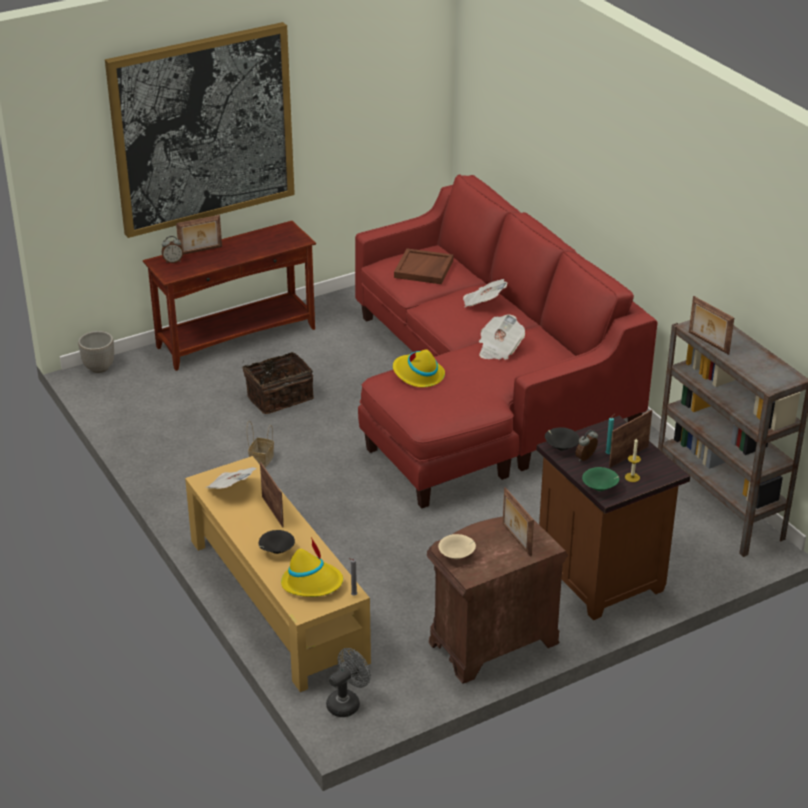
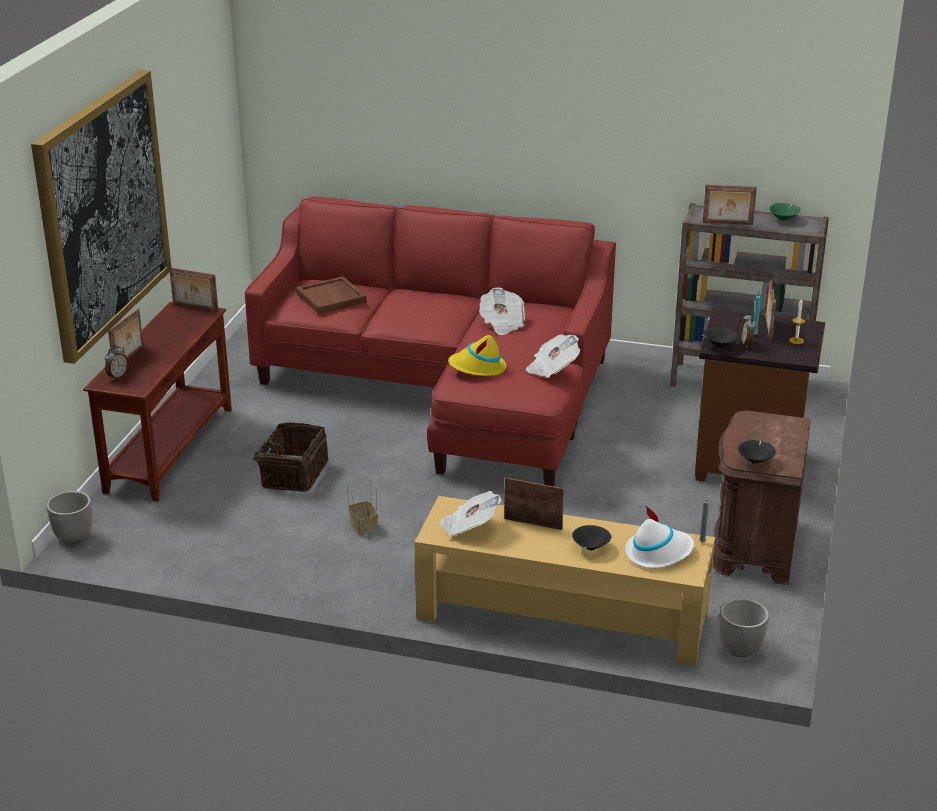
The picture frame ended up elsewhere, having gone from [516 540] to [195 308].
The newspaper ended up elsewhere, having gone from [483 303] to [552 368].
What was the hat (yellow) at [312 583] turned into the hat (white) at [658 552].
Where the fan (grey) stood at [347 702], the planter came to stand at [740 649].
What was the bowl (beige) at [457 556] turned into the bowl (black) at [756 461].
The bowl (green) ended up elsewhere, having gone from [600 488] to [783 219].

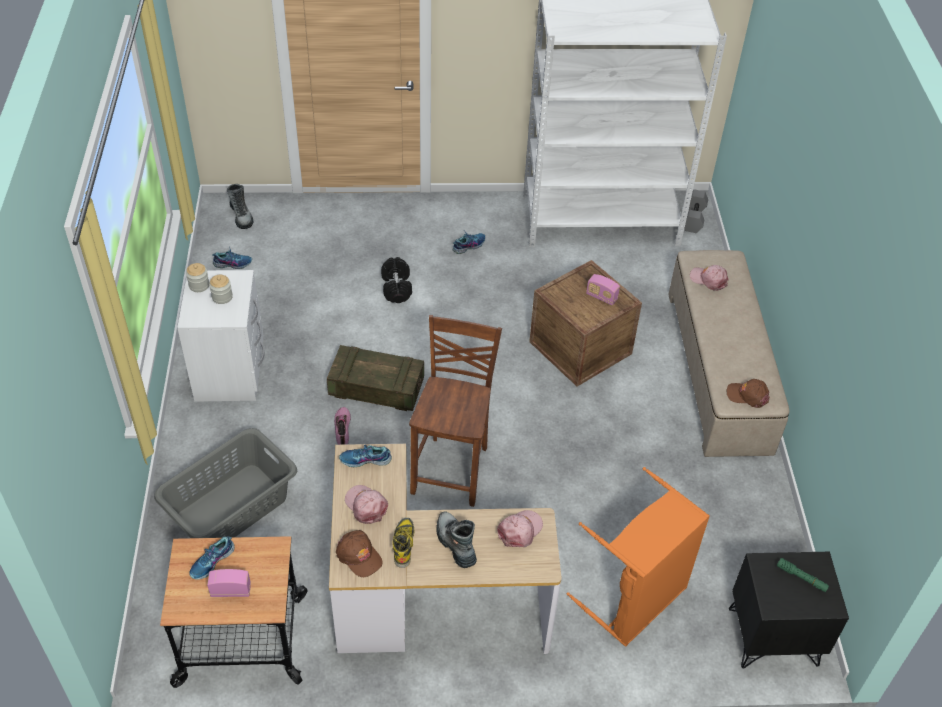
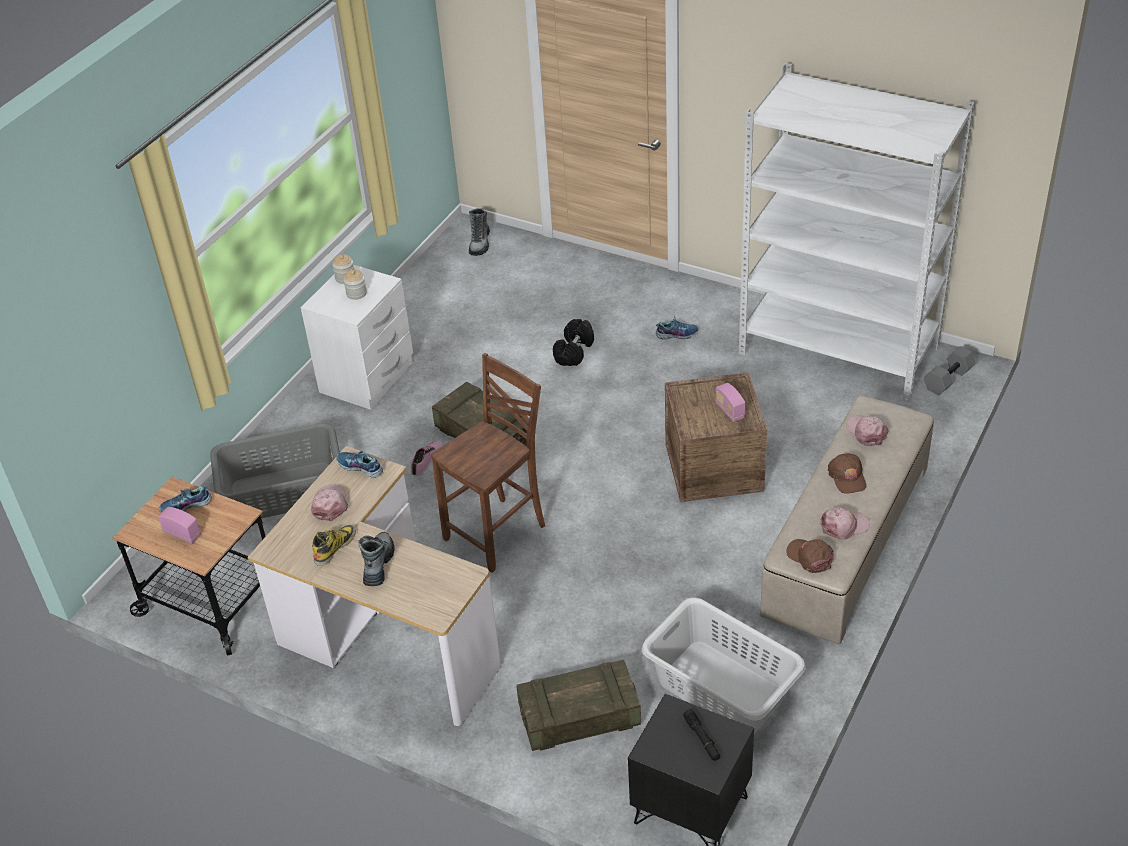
Where the laundry basket (orange) stood at [636 600], the crate came to stand at [579 717].
The second view gained the laundry basket (grey) at [722 689].
What was the flashlight (green) at [801 578] turned into the flashlight (black) at [702 738].
The cap (pink) ended up elsewhere, having gone from [520 530] to [844 526].
The cap (brown) ended up elsewhere, having gone from [359 556] to [847 477].
The second view lost the shoe at [232 263].

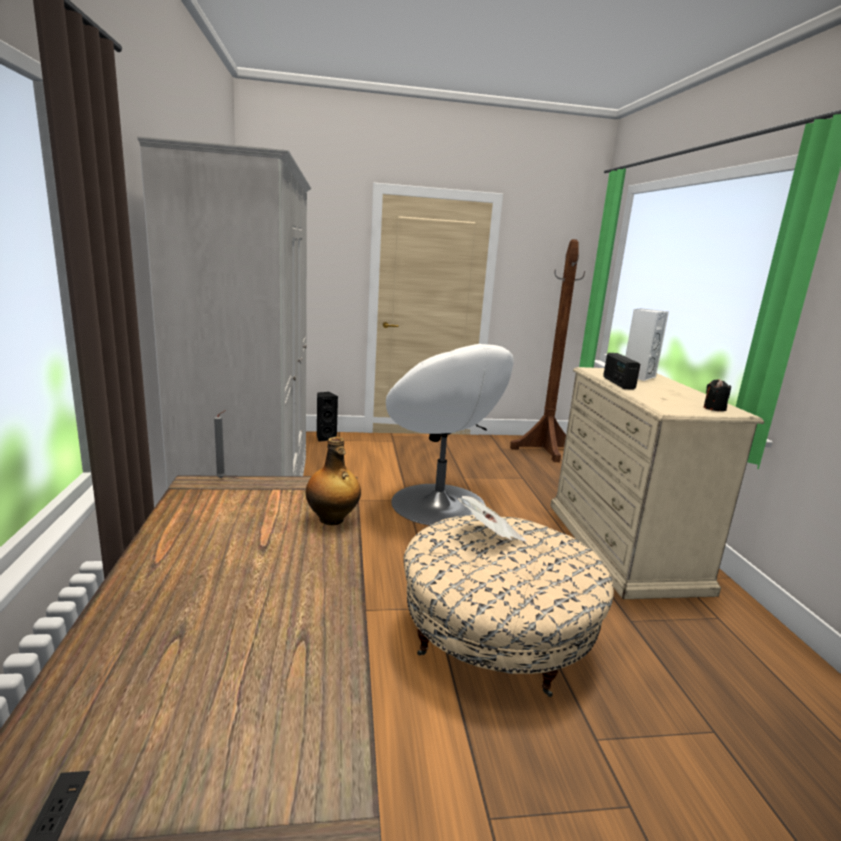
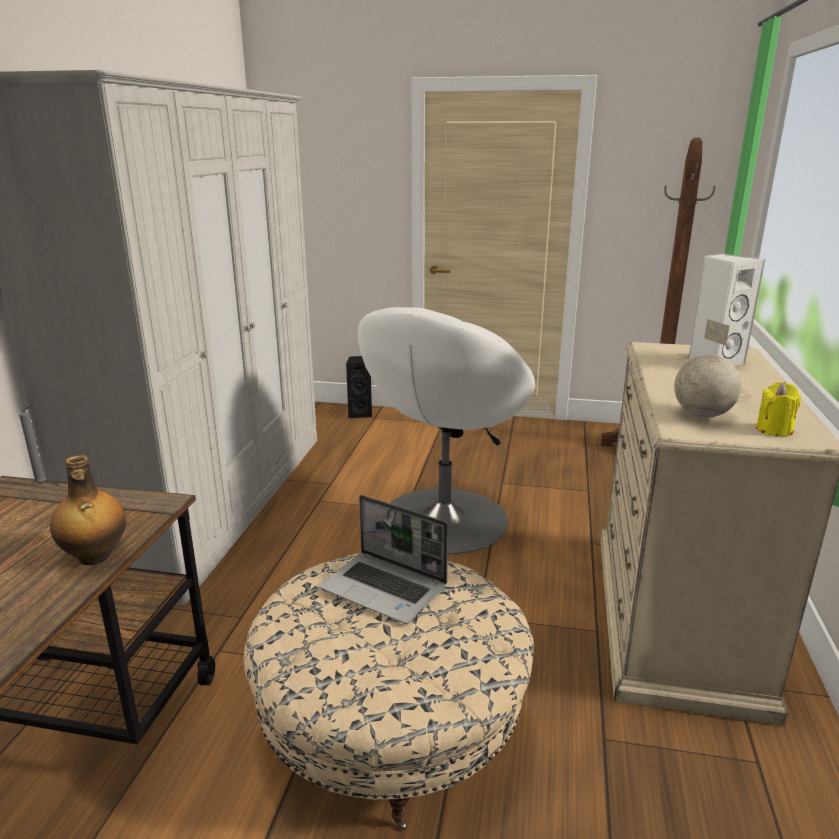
Where the newspaper stood at [490 535], the laptop came to stand at [385 588].
The armchair (white) at [439 504] ended up facing another way, 45 degrees clockwise from before.
The second view gained the globe at [702 415].
What was the candle (black) at [714 408] turned into the candle (yellow) at [774 430].
The second view lost the radio at [618 383].

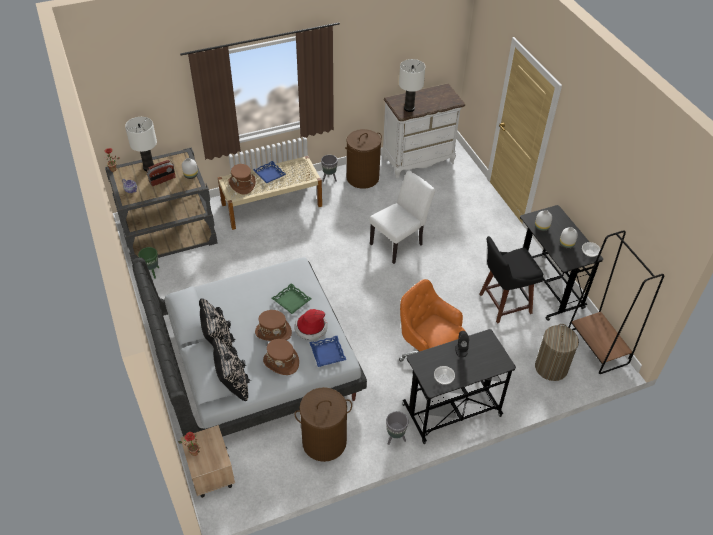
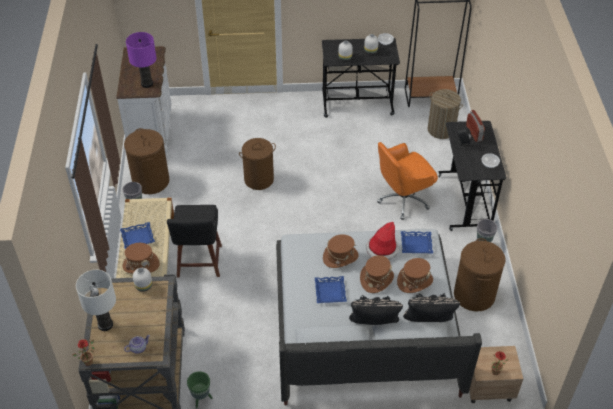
What was the table lamp (white) at [409 108] turned into the table lamp (purple) at [147 84].
The stool (black) ended up elsewhere, having gone from [502 304] to [199 263].
Where the chair (white) stood at [399 243], the laundry basket (brown) came to stand at [259 179].
The second view gained the tray (blue) at [330 292].
Where the tray (green) stood at [291 301], the hat (brown) came to stand at [340 257].
The radio ended up elsewhere, having gone from [162 180] to [474 133].

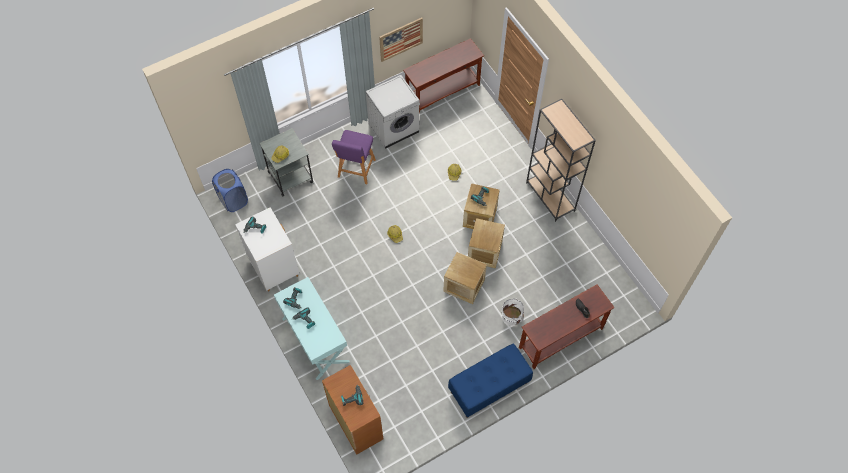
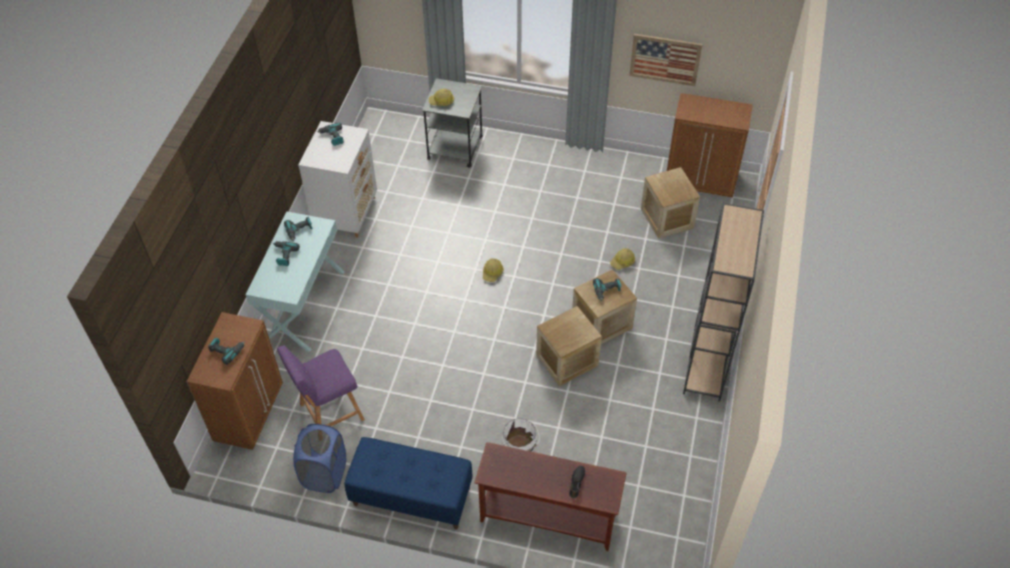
The stool (purple) ended up elsewhere, having gone from [356 170] to [328 413].
The laundry basket (blue) ended up elsewhere, having gone from [233 200] to [324 474].
The crate ended up elsewhere, having gone from [464 285] to [667 218].
Where the console table (brown) stood at [443 92], the cabinet (brown) came to stand at [701 178].
The second view lost the washing machine (white) at [394 129].

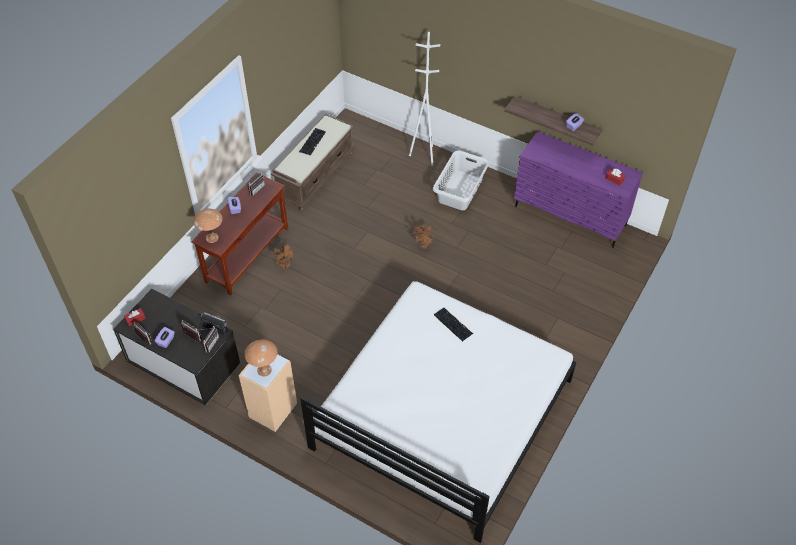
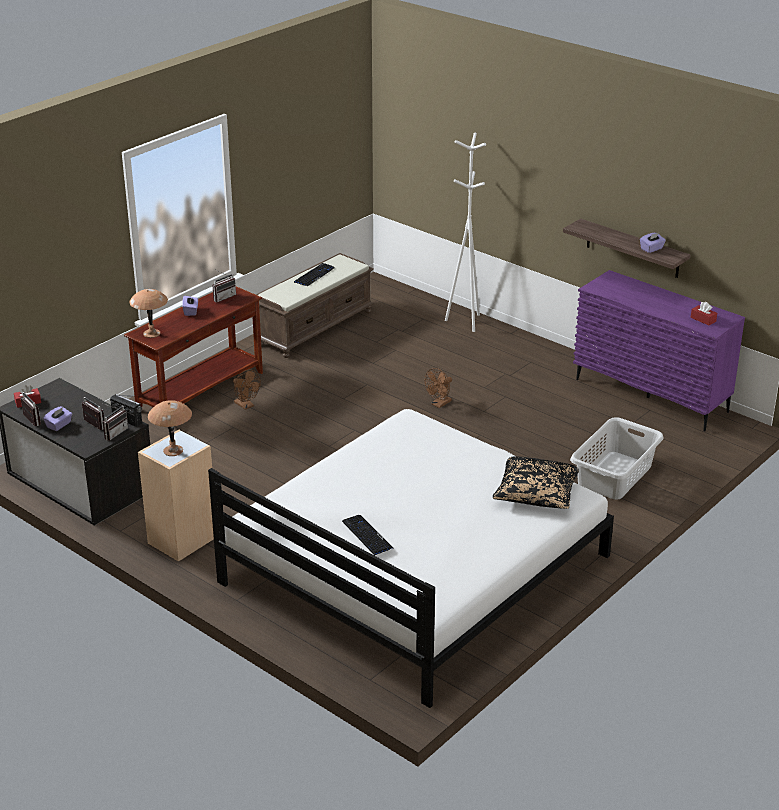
The keyboard ended up elsewhere, having gone from [453 324] to [367 535].
The second view gained the pillow (black) at [535 492].
The laundry basket (grey) ended up elsewhere, having gone from [460 190] to [615 475].

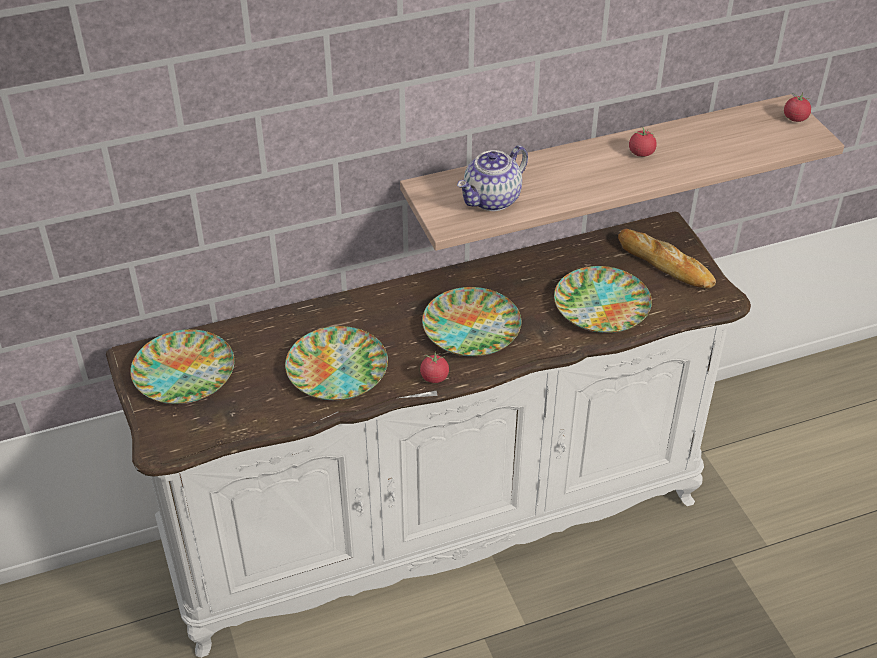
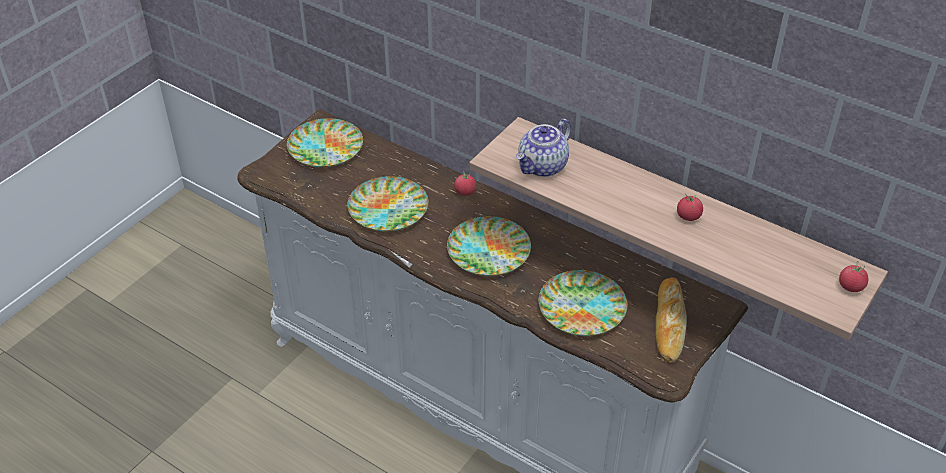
The tomato ended up elsewhere, having gone from [434 377] to [465 192].
The teapot at [492 200] ended up facing another way, 60 degrees counterclockwise from before.

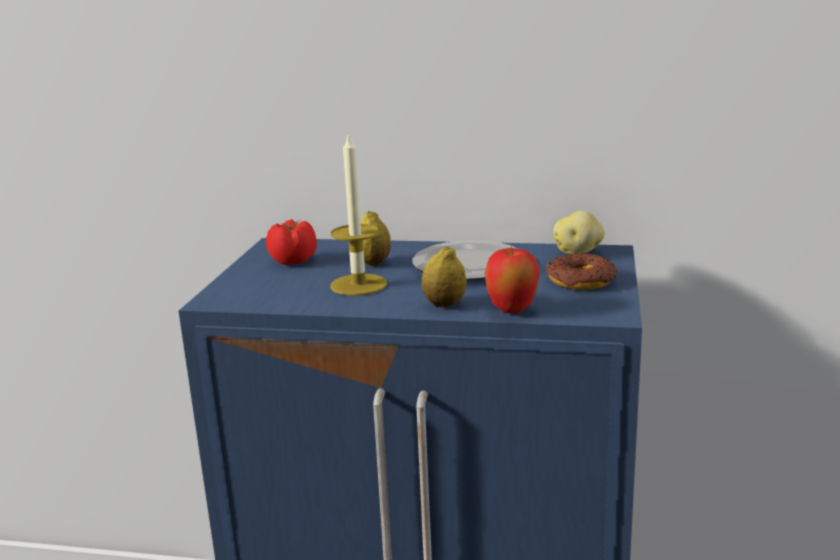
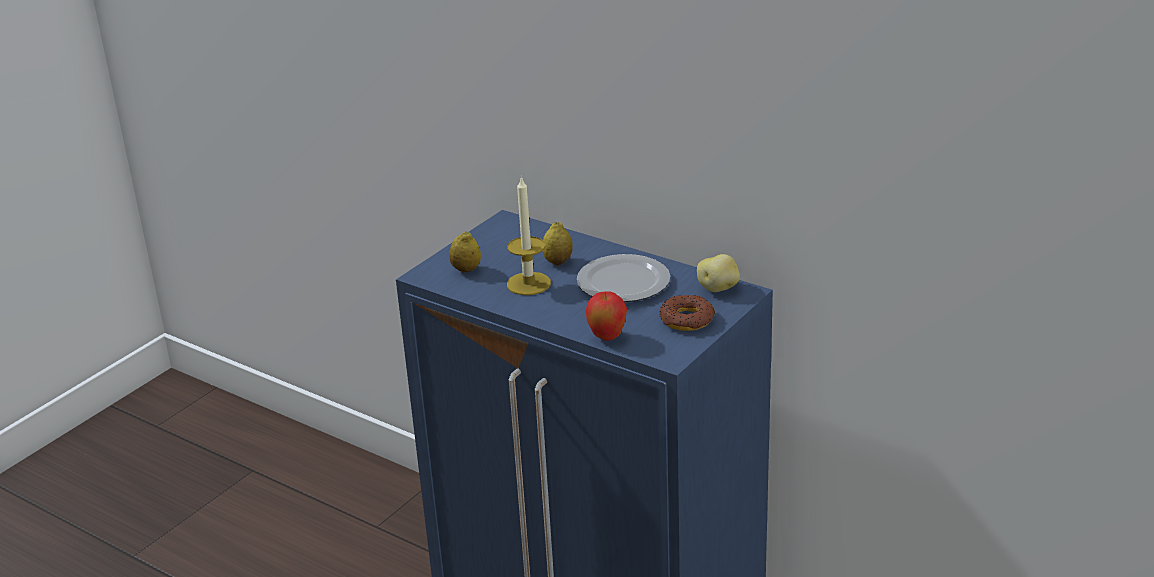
The lemon ended up elsewhere, having gone from [444 304] to [466 270].
The second view lost the tomato at [292 261].

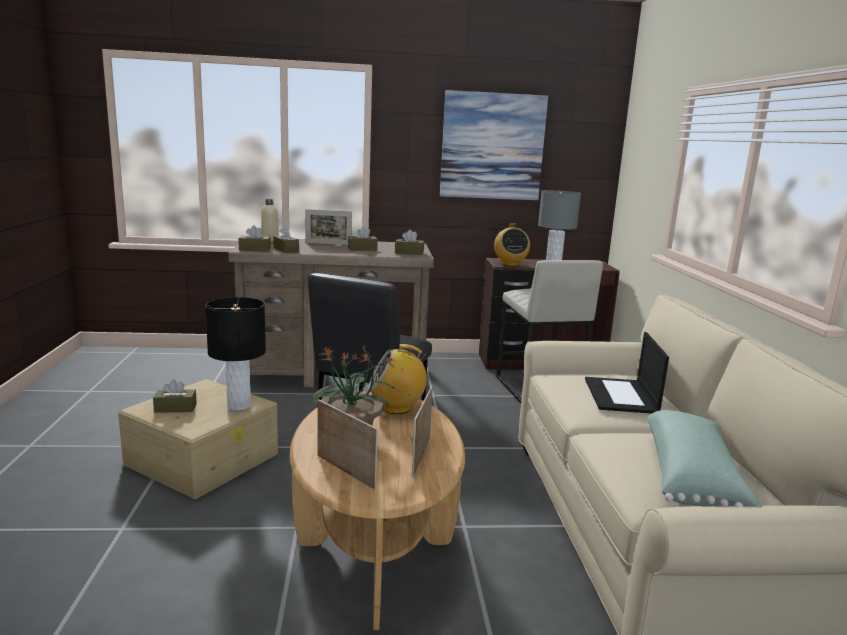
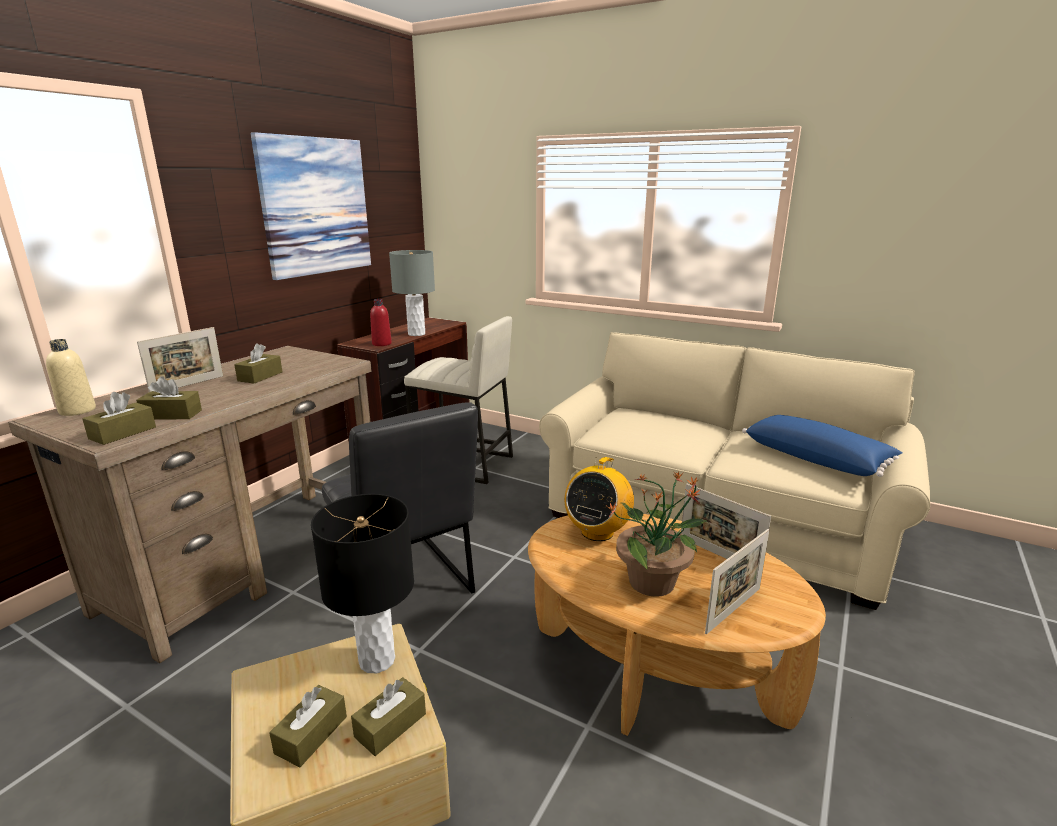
The tissue box (brown) ended up elsewhere, having gone from [409 253] to [390 725].
Where the radio stood at [510 264], the bottle (red) came to stand at [381 344].
The picture frame at [345 472] ended up facing another way, 150 degrees clockwise from before.
What was the pillow (green) at [692 478] turned into the pillow (blue) at [817 459].
The second view lost the laptop at [621 396].

